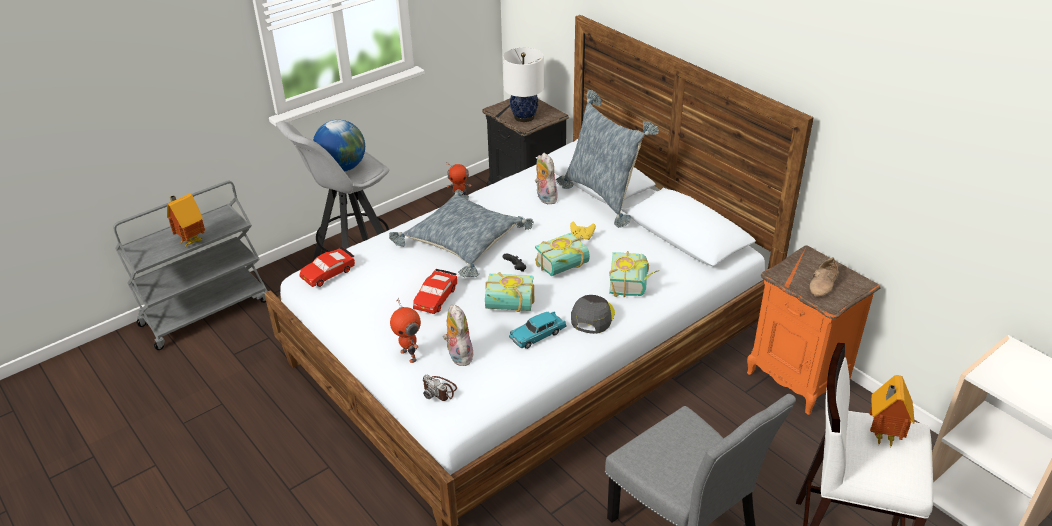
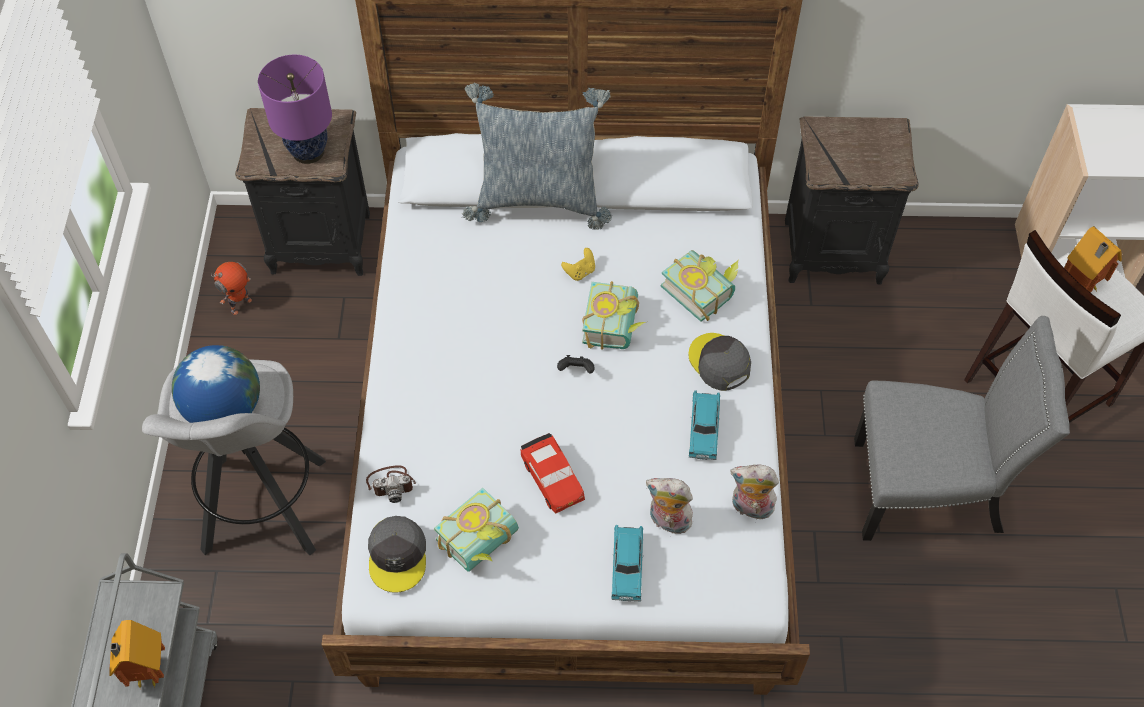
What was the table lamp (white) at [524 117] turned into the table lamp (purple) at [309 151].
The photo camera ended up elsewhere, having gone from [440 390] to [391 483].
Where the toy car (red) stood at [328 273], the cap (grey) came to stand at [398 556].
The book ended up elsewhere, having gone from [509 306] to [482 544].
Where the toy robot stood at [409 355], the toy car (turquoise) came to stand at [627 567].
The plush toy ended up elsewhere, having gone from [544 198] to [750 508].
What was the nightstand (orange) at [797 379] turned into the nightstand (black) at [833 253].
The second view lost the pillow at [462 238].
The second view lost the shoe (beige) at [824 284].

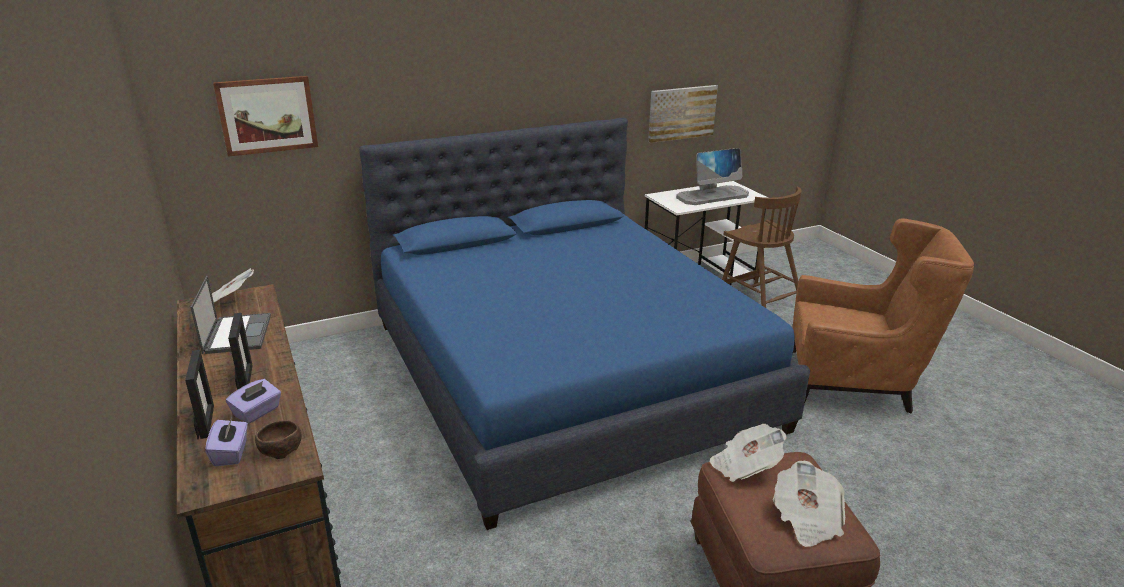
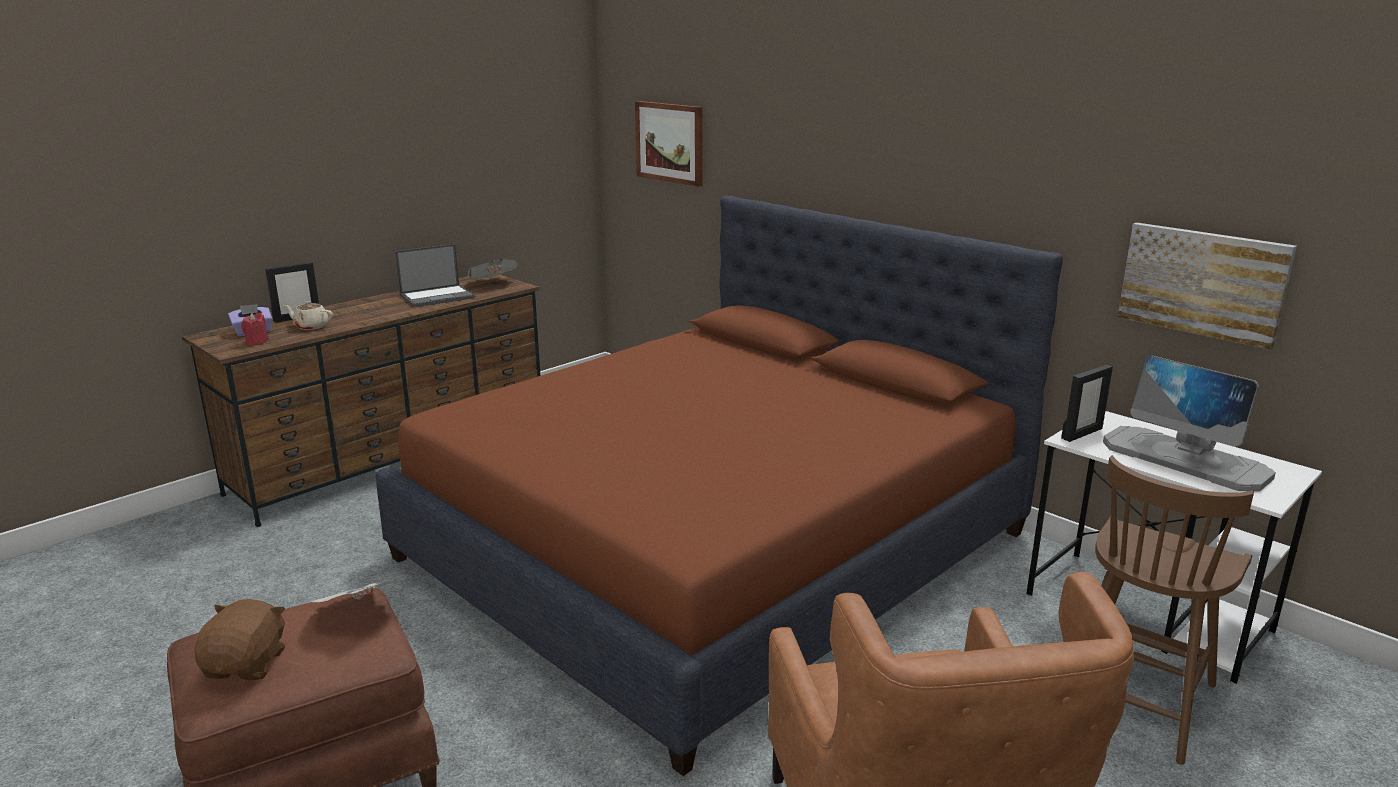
Where the newspaper stood at [806 519], the plush toy (brown) came to stand at [247 665].
Where the bowl (brown) stood at [280 449], the candle (red) came to stand at [257 342].
Where the tissue box (purple) stood at [257 412], the teapot (beige) came to stand at [311 326].
What was the bed (blue) at [565 373] turned into the bed (brown) at [714 545].
The picture frame ended up elsewhere, having gone from [245 379] to [1082 433].

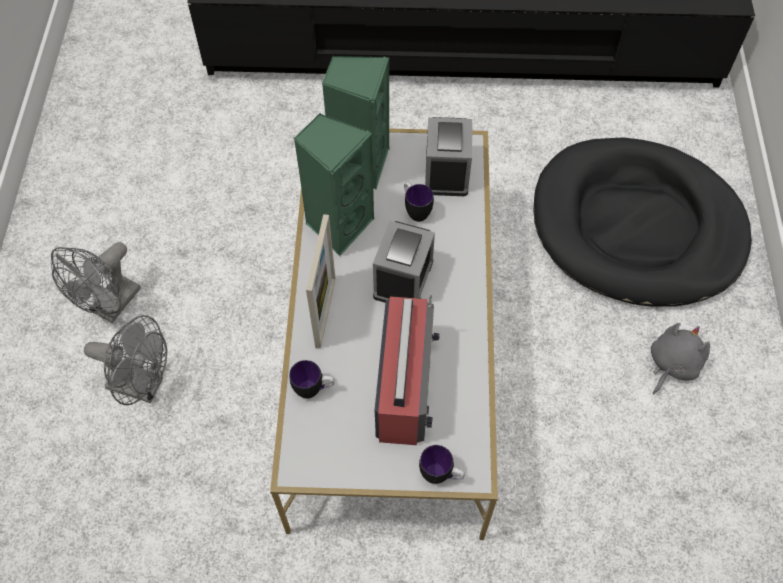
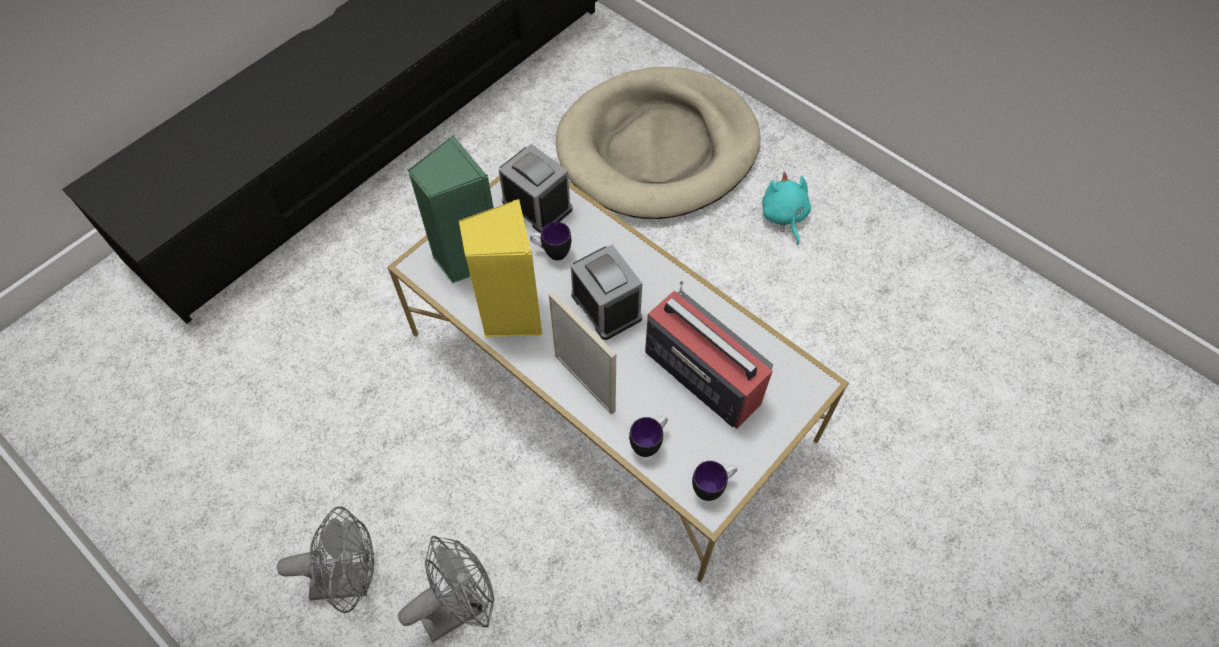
The fan (grey) at [111 307] ended up facing another way, 75 degrees counterclockwise from before.
What was the speaker (green) at [338 224] turned into the speaker (yellow) at [510 314].
What was the dog bed (black) at [636 227] turned into the dog bed (beige) at [658 148].
The mug ended up elsewhere, having gone from [441 476] to [712 487].
What was the plush toy (grey) at [671 364] turned into the plush toy (turquoise) at [784 216].

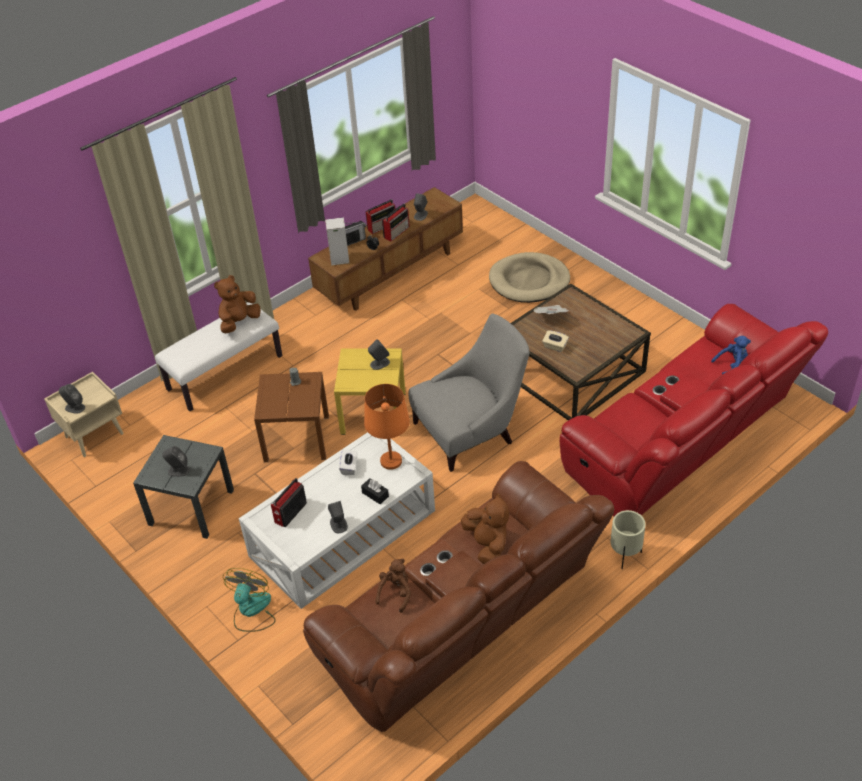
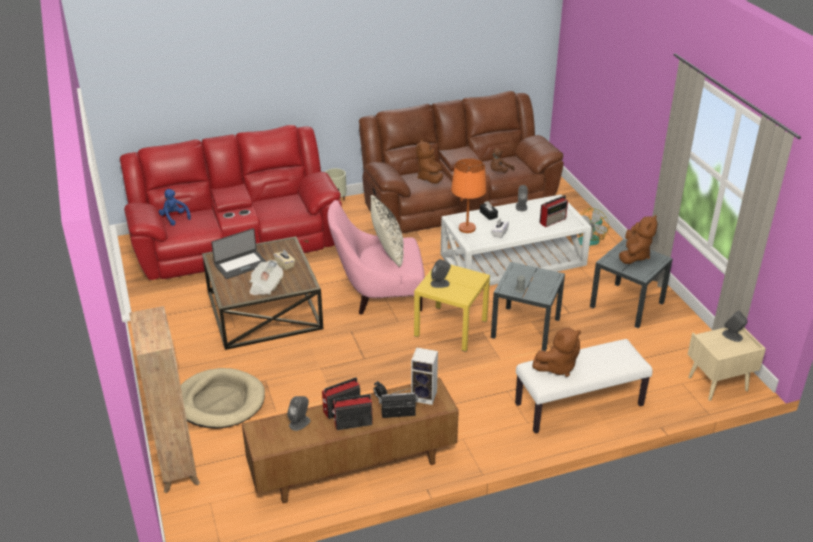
The second view gained the bookcase (brown) at [178 467].
The plush toy (blue) at [731 365] ended up facing another way, 45 degrees clockwise from before.
The second view gained the laptop at [241 265].
What was the armchair (grey) at [471 429] turned into the armchair (pink) at [378 293].
The second view gained the pillow (beige) at [387 253].
What was the side table (brown) at [296 437] turned into the side table (grey) at [526 328].
Where the speaker (grey) stood at [178 470], the plush toy (brown) came to stand at [634 256].

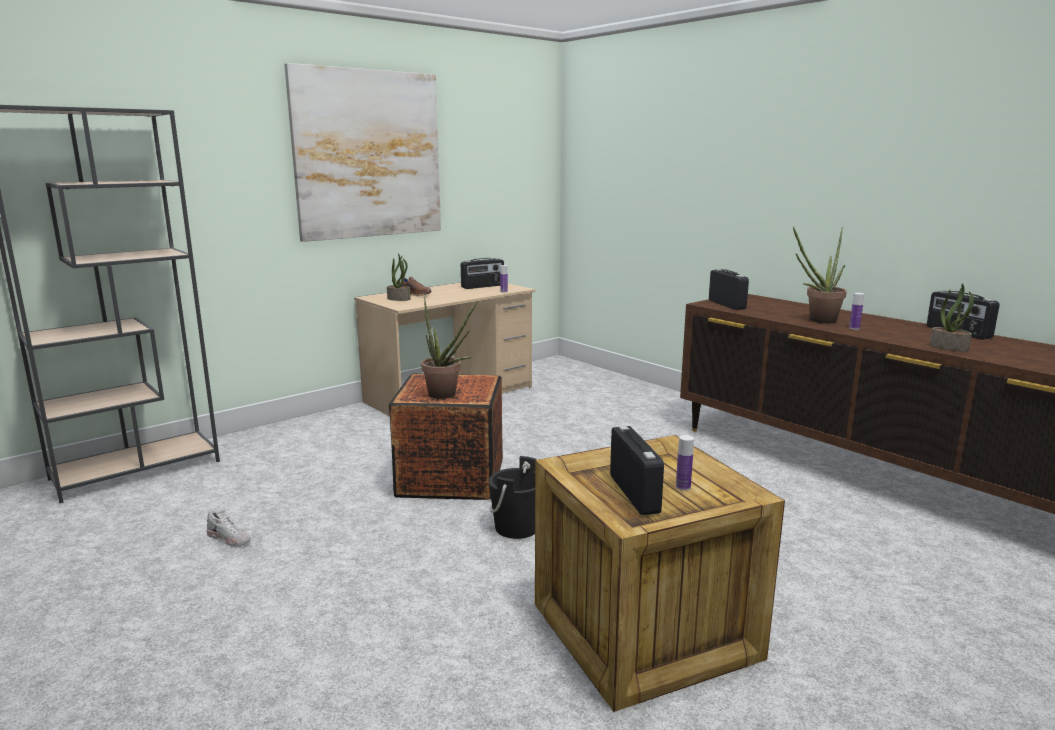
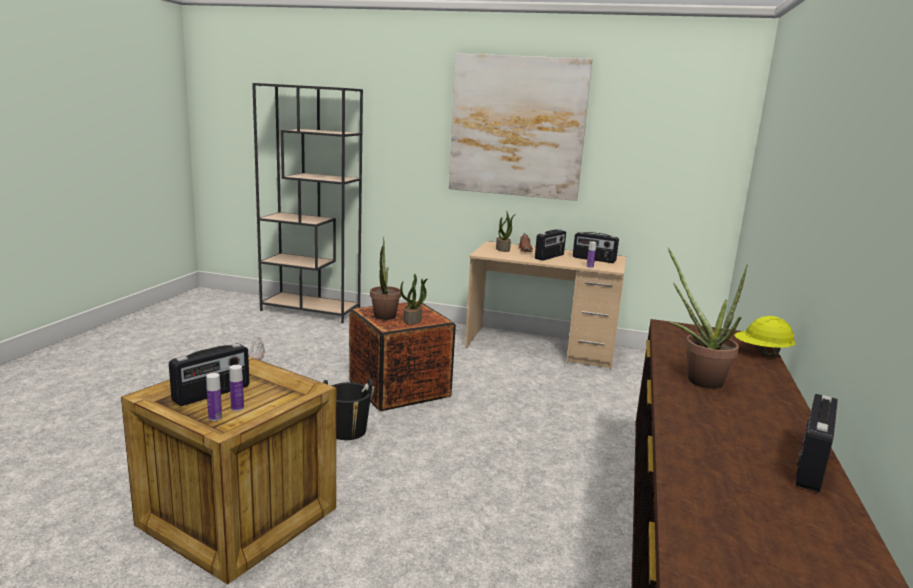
The bottle ended up elsewhere, having gone from [854 328] to [215 418].
The potted plant ended up elsewhere, having gone from [949 347] to [413 320].
The radio ended up elsewhere, having gone from [727 304] to [550 257].
The second view gained the hard hat (yellow) at [762 353].

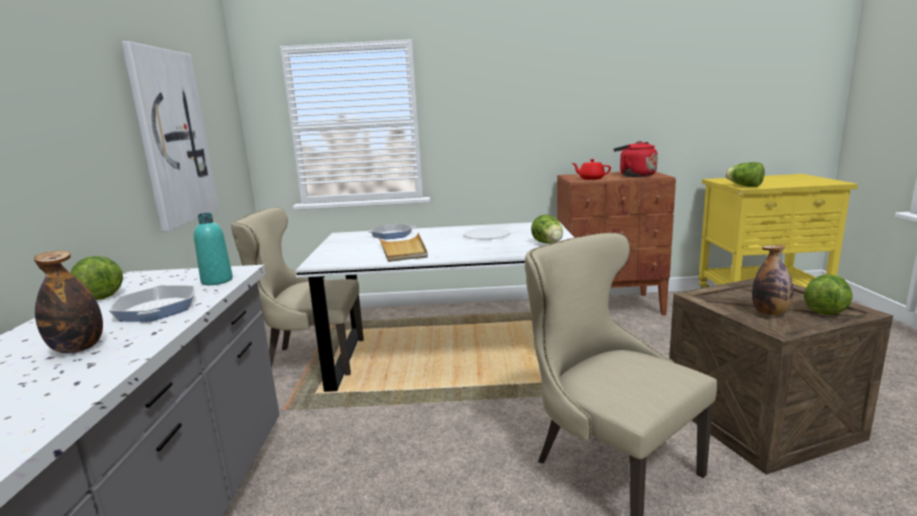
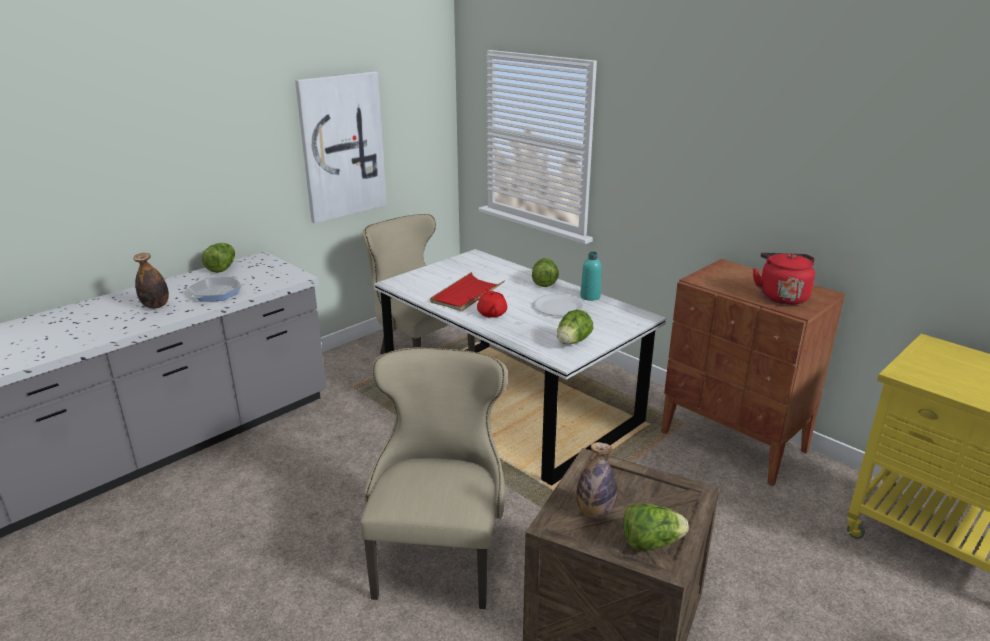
What was the tray (beige) at [403 250] turned into the tray (red) at [467 295].
The teapot (red) ended up elsewhere, having gone from [591 179] to [492 313].
The lettuce ended up elsewhere, having gone from [744 186] to [544 282].
The bottle (turquoise) ended up elsewhere, having gone from [217 281] to [590 297].
The second view lost the frying pan at [392 235].

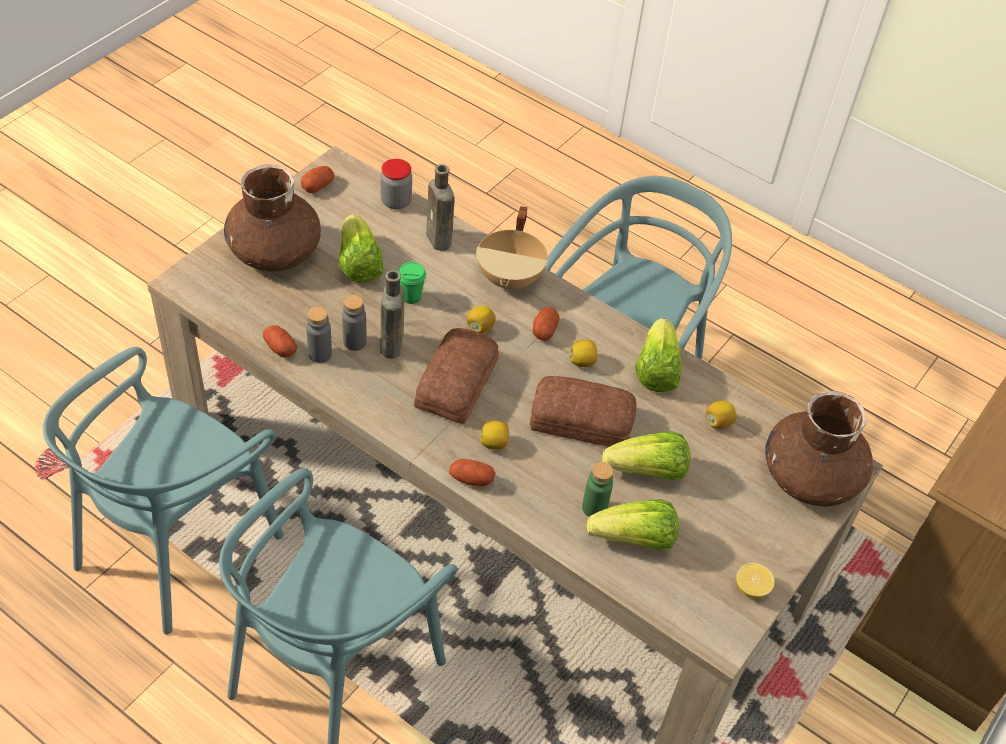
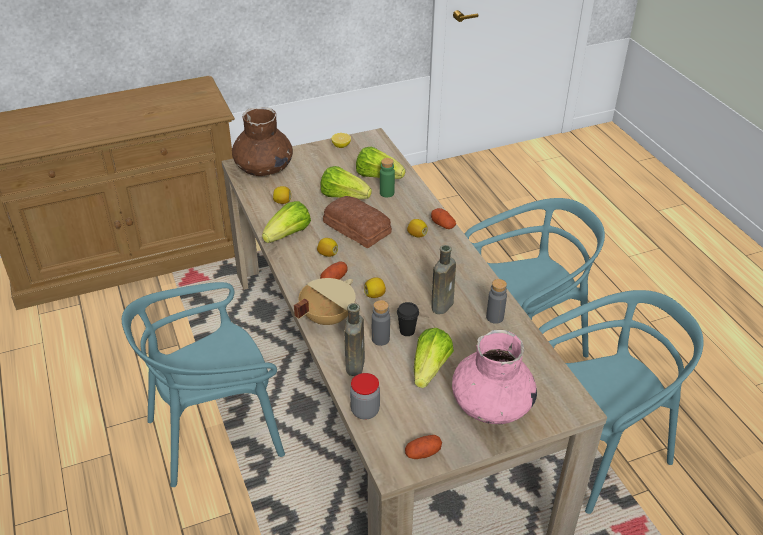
The bottle (grey) ended up elsewhere, having gone from [354 342] to [380 339].
What was the cup (green) at [411 297] turned into the cup (black) at [407 331].
What was the vase (brown) at [275 251] turned into the vase (pink) at [491 404].
The second view lost the potato at [280 348].
The second view lost the bread at [459 383].

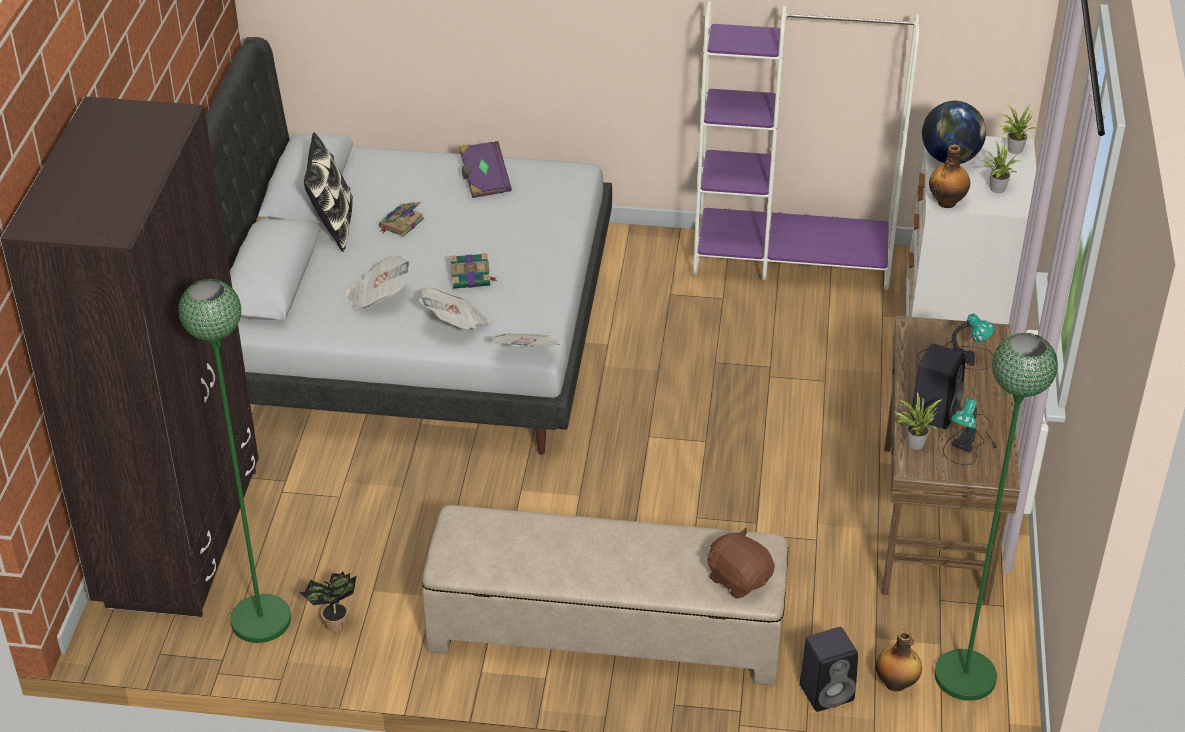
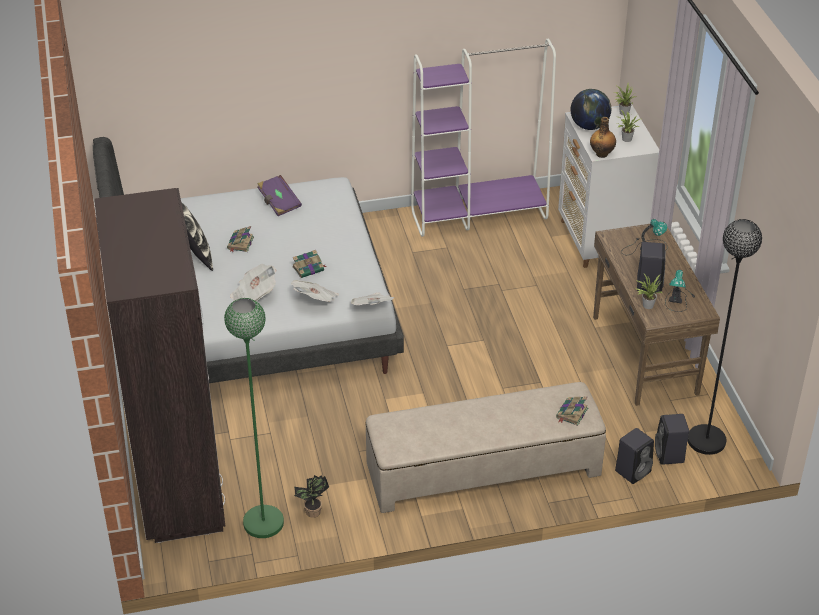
Where the plush toy (brown) stood at [739 579], the book came to stand at [571 414].
Where the bottle stood at [896 684], the speaker (black) came to stand at [670 455].
What was the floor lamp (green) at [964 677] turned into the floor lamp (black) at [706 441].

